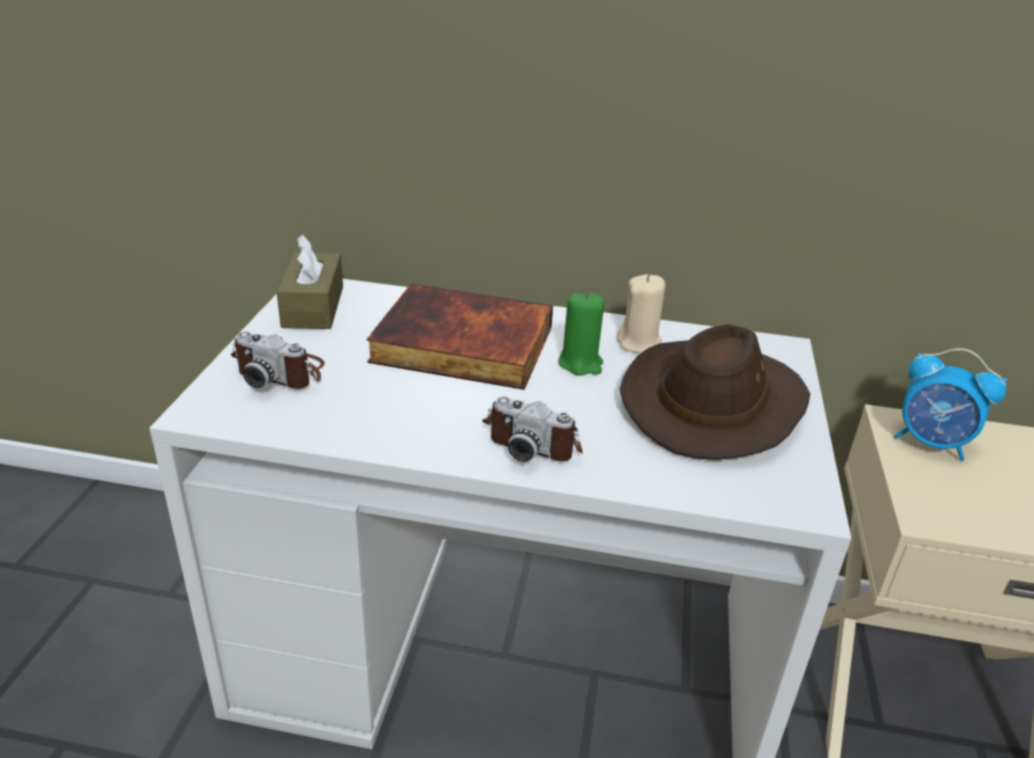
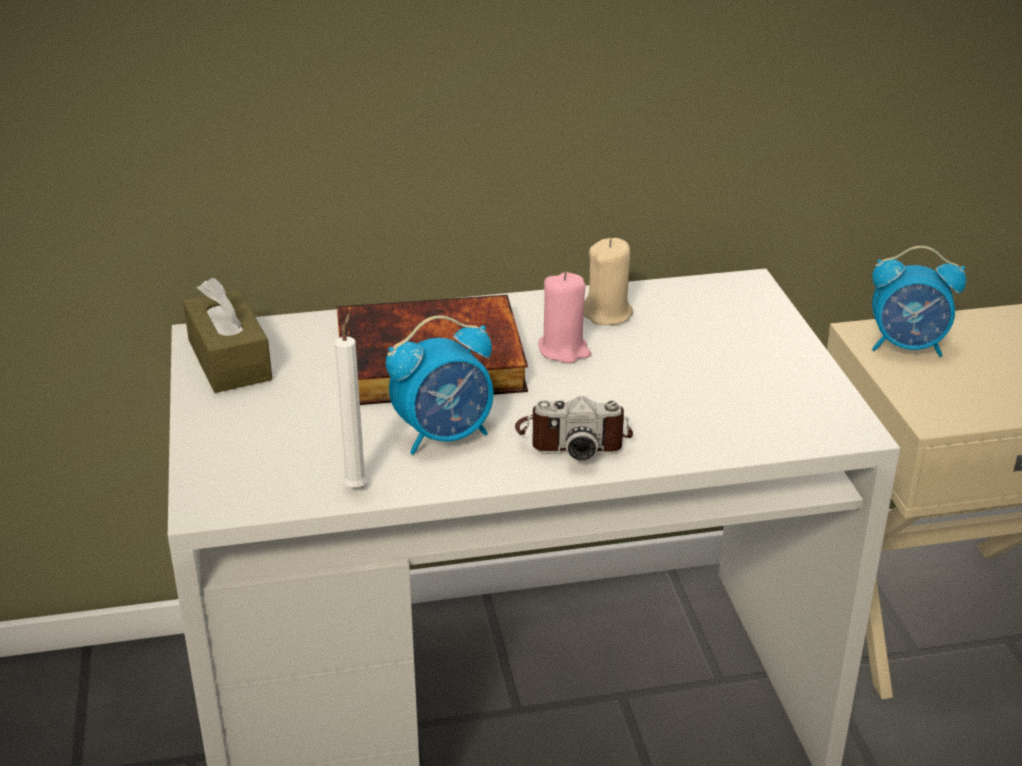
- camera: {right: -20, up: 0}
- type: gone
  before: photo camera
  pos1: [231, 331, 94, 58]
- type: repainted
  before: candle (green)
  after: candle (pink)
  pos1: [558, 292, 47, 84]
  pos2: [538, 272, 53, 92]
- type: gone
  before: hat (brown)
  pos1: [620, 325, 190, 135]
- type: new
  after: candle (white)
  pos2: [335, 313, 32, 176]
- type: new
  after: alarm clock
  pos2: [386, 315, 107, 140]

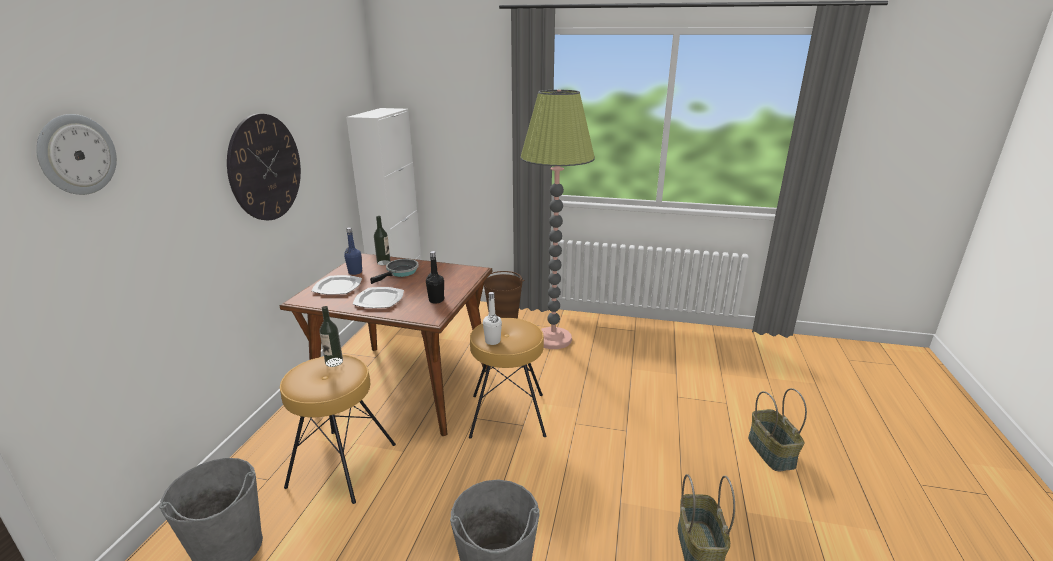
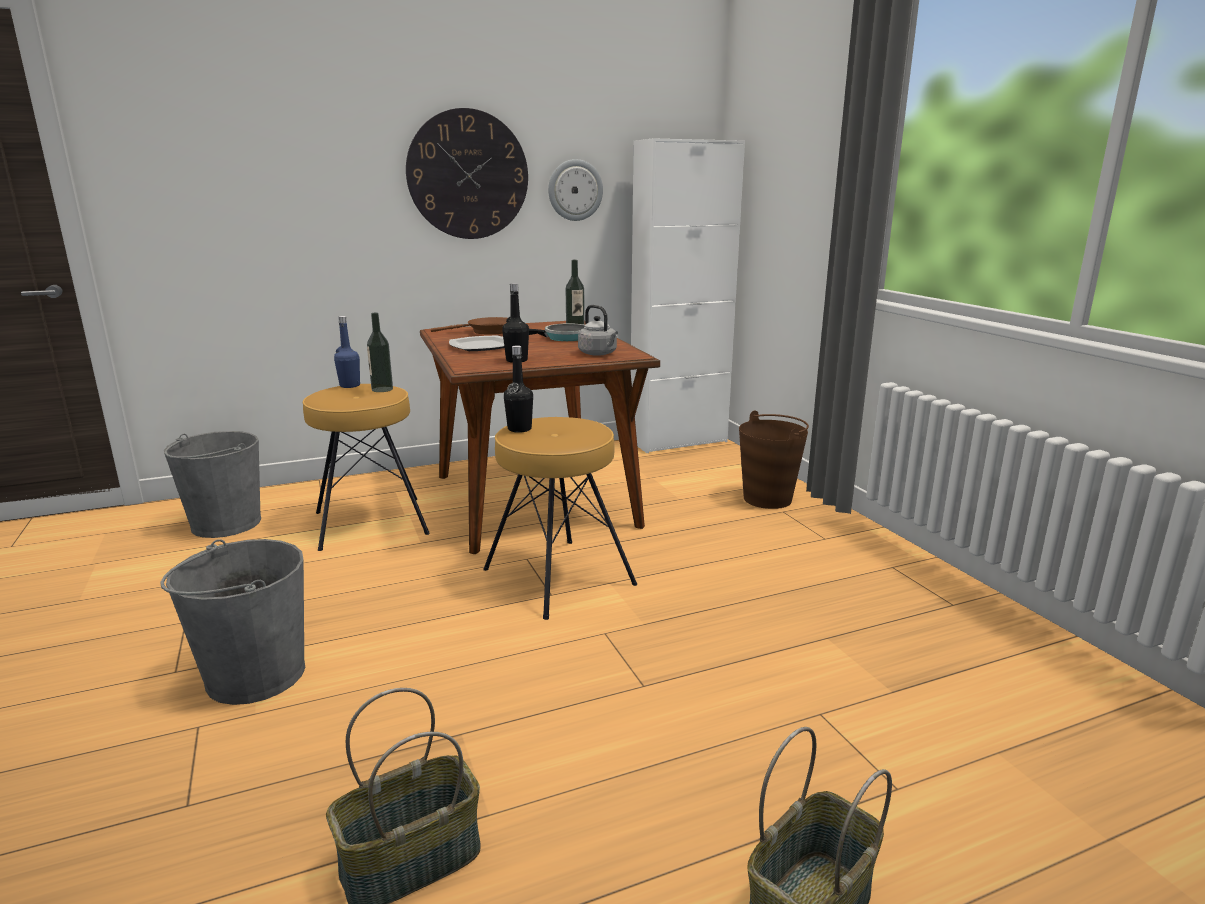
- camera: {right: 55, up: -5}
- type: shifted
  before: wall clock
  pos1: [36, 114, 81, 81]
  pos2: [548, 159, 55, 62]
- type: swapped
  before: plate
  after: frying pan (brown)
  pos1: [312, 275, 50, 20]
  pos2: [431, 317, 76, 18]
- type: shifted
  before: bottle (blue)
  pos1: [344, 227, 18, 48]
  pos2: [334, 316, 26, 72]
- type: repainted
  before: bottle (white)
  after: bottle (black)
  pos1: [483, 292, 19, 53]
  pos2: [504, 345, 29, 88]
- type: gone
  before: floor lamp
  pos1: [520, 90, 75, 259]
- type: new
  after: kettle (grey)
  pos2: [578, 305, 40, 51]

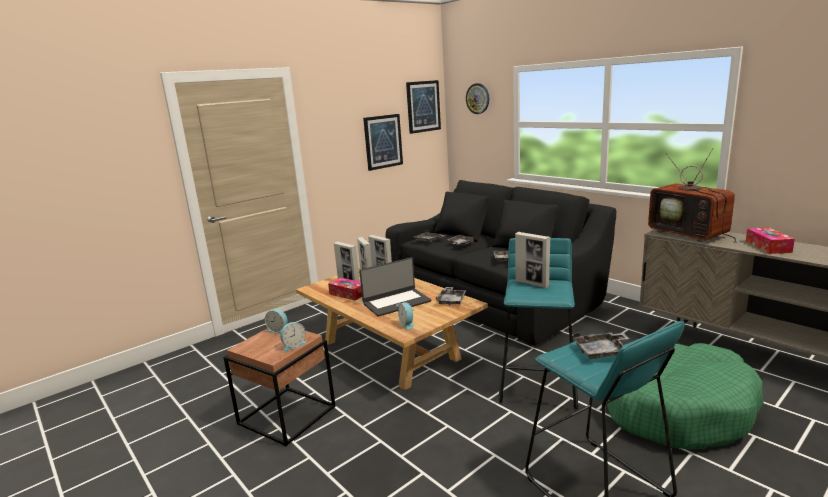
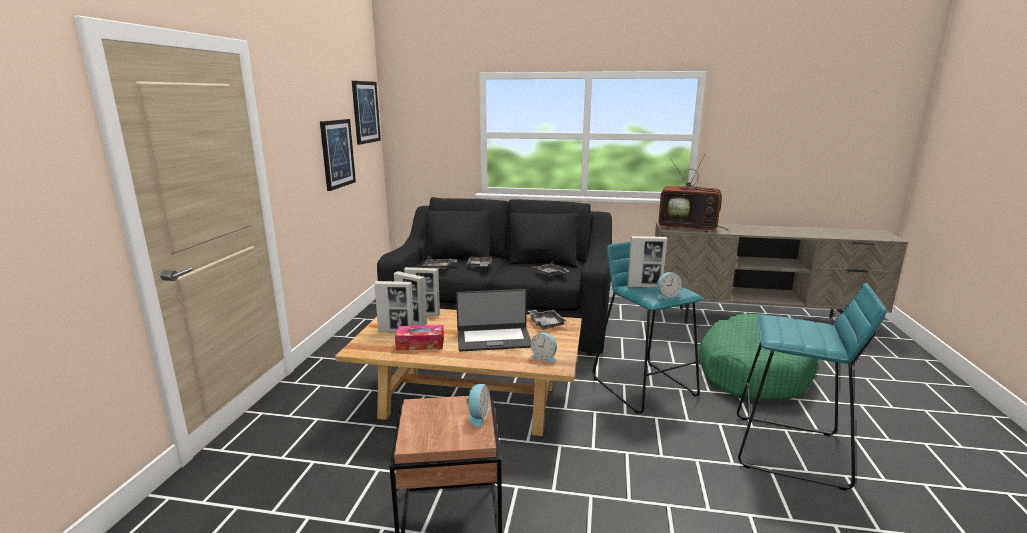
- camera: {right: -40, up: 0}
- type: shifted
  before: alarm clock
  pos1: [265, 309, 23, 25]
  pos2: [657, 272, 25, 27]
- type: rotated
  before: laptop
  pos1: [359, 257, 72, 60]
  pos2: [456, 289, 75, 63]
  turn: 60
- type: gone
  before: wall clock
  pos1: [466, 83, 23, 31]
- type: gone
  before: tray (grey)
  pos1: [573, 332, 56, 27]
- type: gone
  before: tissue box
  pos1: [746, 227, 49, 27]

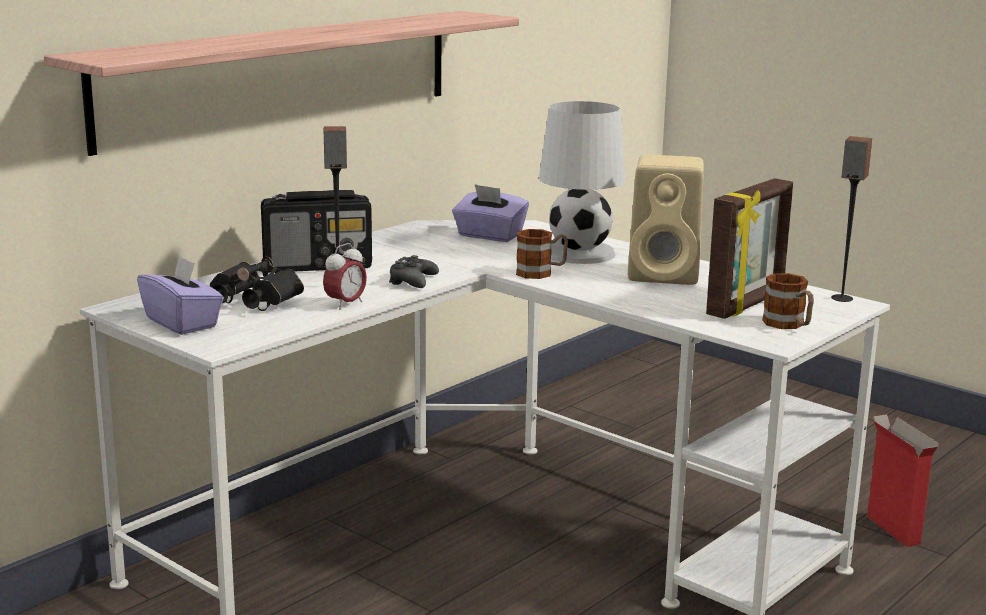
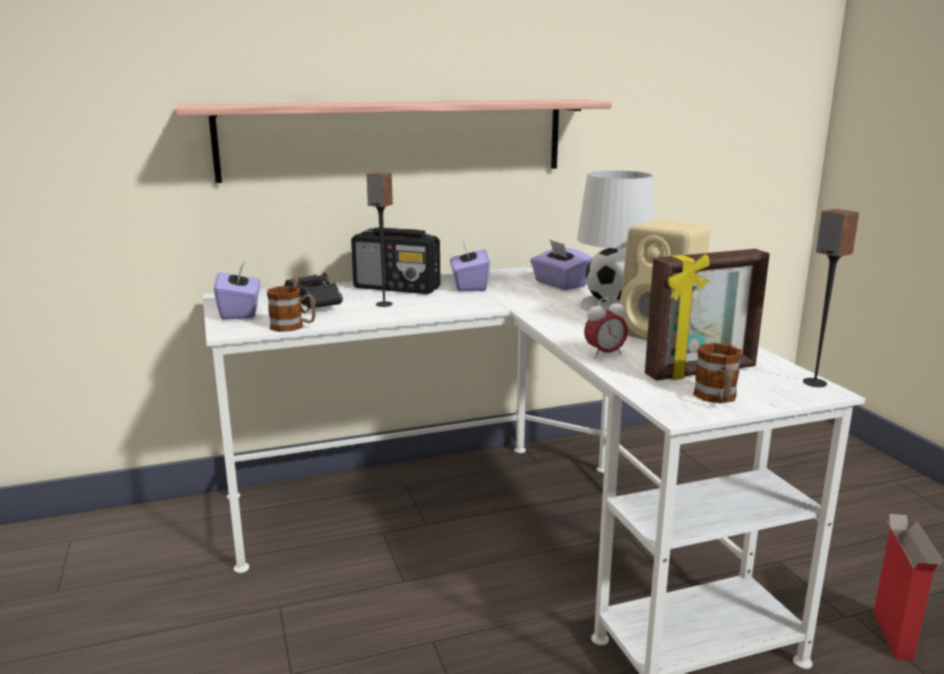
- camera: {right: 30, up: 0}
- type: shifted
  before: alarm clock
  pos1: [323, 243, 44, 67]
  pos2: [584, 297, 44, 62]
- type: gone
  before: game controller (black)
  pos1: [389, 255, 50, 33]
- type: shifted
  before: mug
  pos1: [516, 229, 52, 50]
  pos2: [267, 286, 49, 46]
- type: new
  after: tissue box (purple)
  pos2: [450, 240, 40, 51]

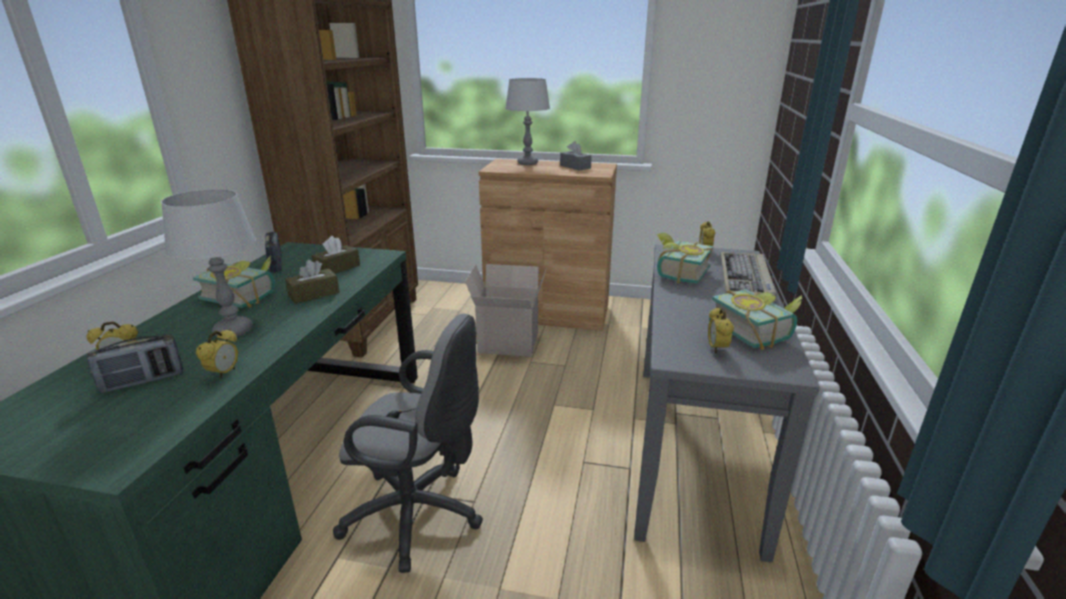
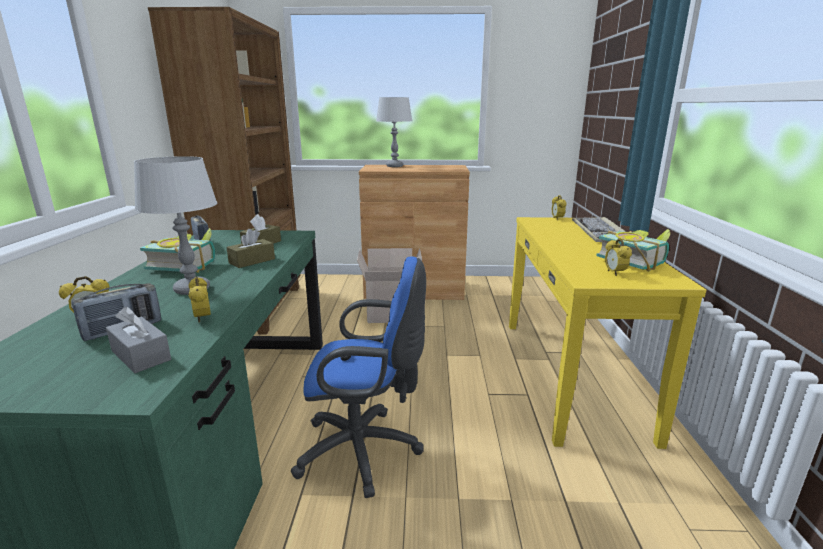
- camera: {right: -10, up: -5}
- type: rotated
  before: alarm clock
  pos1: [196, 329, 42, 50]
  pos2: [188, 276, 23, 47]
  turn: 150
- type: repainted
  before: office chair (grey)
  after: office chair (blue)
  pos1: [333, 314, 150, 259]
  pos2: [291, 256, 135, 242]
- type: shifted
  before: tissue box (grey)
  pos1: [560, 141, 32, 30]
  pos2: [106, 306, 65, 67]
- type: repainted
  before: console table (grey)
  after: console table (yellow)
  pos1: [634, 244, 186, 319]
  pos2: [509, 217, 197, 232]
- type: gone
  before: book
  pos1: [657, 233, 56, 51]

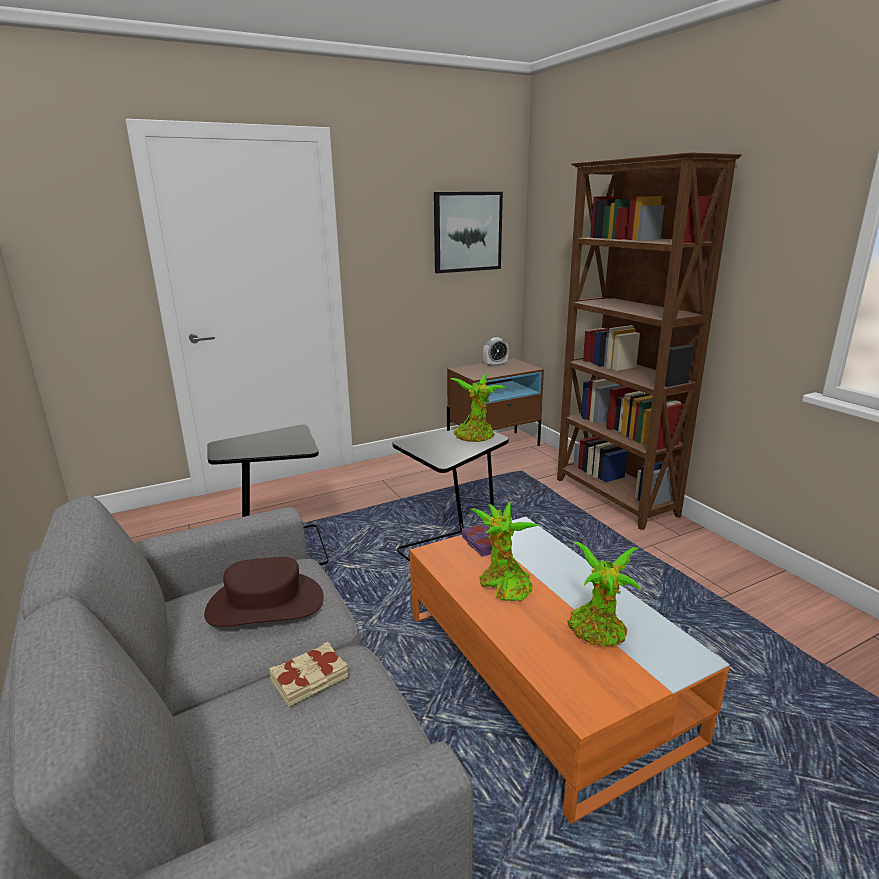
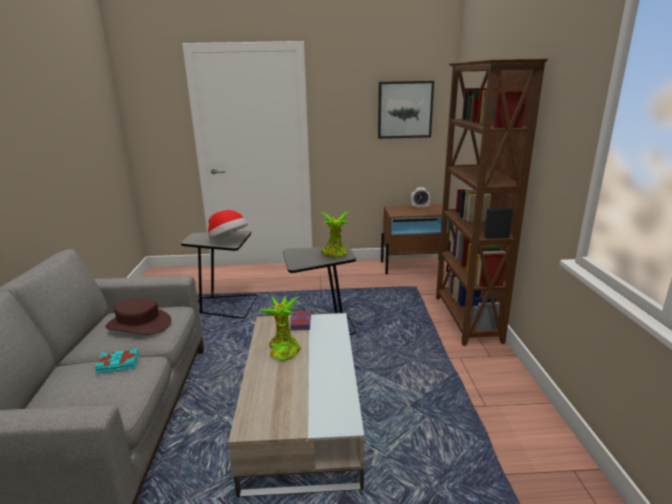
- camera: {right: 25, up: 0}
- type: repainted
  before: book (beige)
  after: book (turquoise)
  pos1: [269, 642, 79, 65]
  pos2: [94, 348, 45, 26]
- type: repainted
  before: coffee table (orange)
  after: coffee table (beige)
  pos1: [410, 517, 320, 307]
  pos2: [228, 313, 136, 184]
- type: gone
  before: potted plant
  pos1: [567, 542, 74, 104]
- type: new
  after: hat
  pos2: [208, 210, 40, 29]

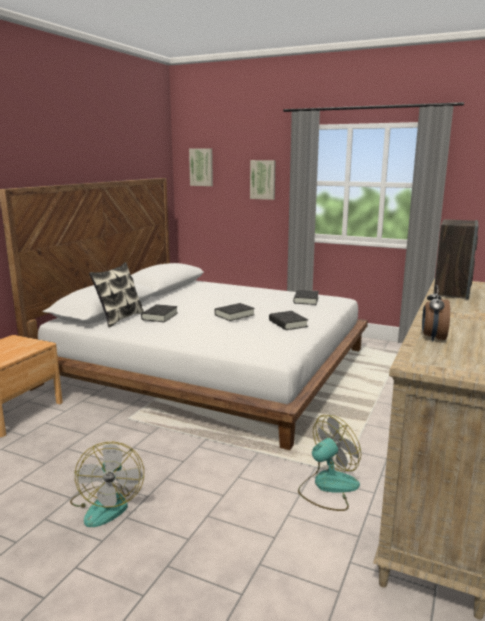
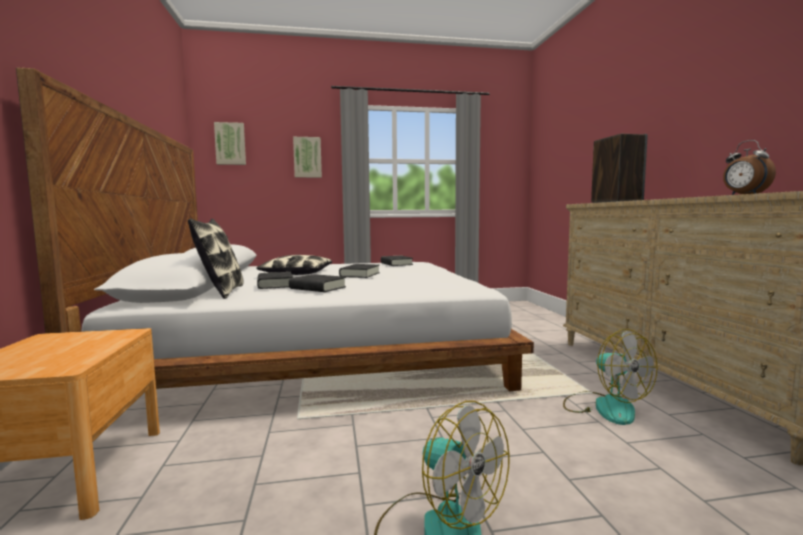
- camera: {right: -35, up: -10}
- type: shifted
  before: book (black)
  pos1: [269, 311, 39, 19]
  pos2: [289, 274, 57, 18]
- type: rotated
  before: fan
  pos1: [298, 415, 63, 96]
  pos2: [563, 329, 95, 96]
  turn: 135
- type: new
  after: pillow
  pos2: [257, 255, 75, 20]

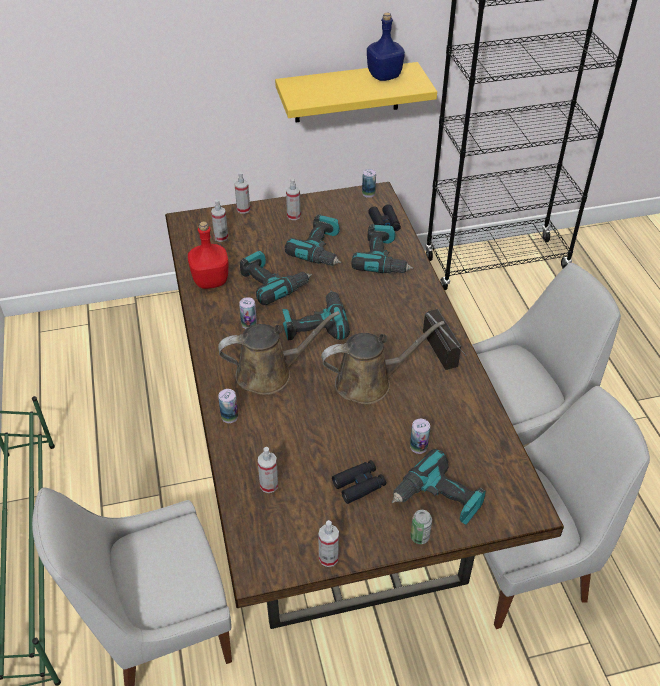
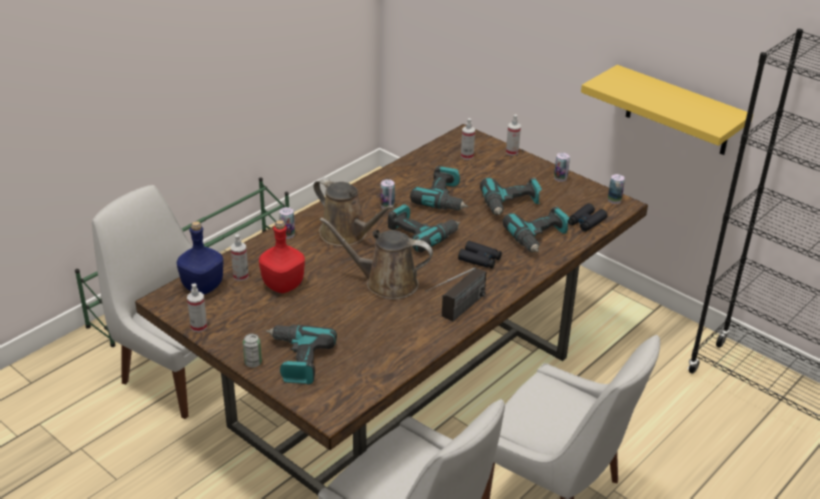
- camera: {right: 55, up: -10}
- type: shifted
  before: bottle (red)
  pos1: [188, 222, 40, 67]
  pos2: [259, 220, 46, 73]
- type: gone
  before: spray bottle
  pos1: [286, 179, 15, 41]
- type: rotated
  before: watering can (brown)
  pos1: [321, 321, 124, 83]
  pos2: [320, 218, 113, 81]
  turn: 150
- type: shifted
  before: binoculars (black)
  pos1: [332, 460, 54, 44]
  pos2: [458, 241, 44, 28]
- type: shifted
  before: bottle (blue)
  pos1: [367, 13, 38, 68]
  pos2: [177, 221, 46, 73]
- type: shifted
  before: can
  pos1: [410, 419, 20, 35]
  pos2: [554, 153, 16, 29]

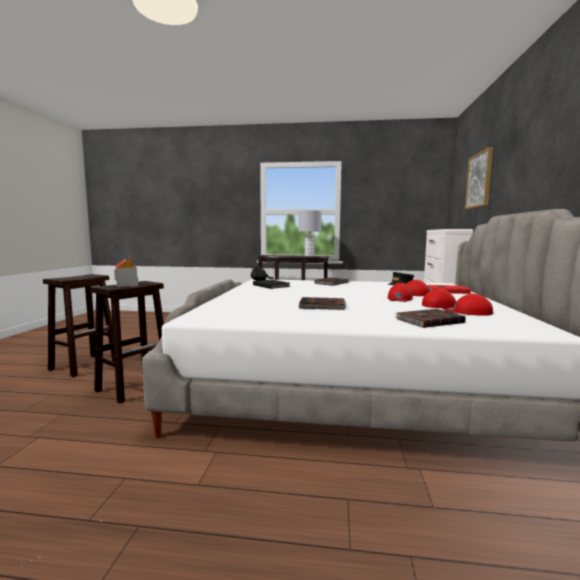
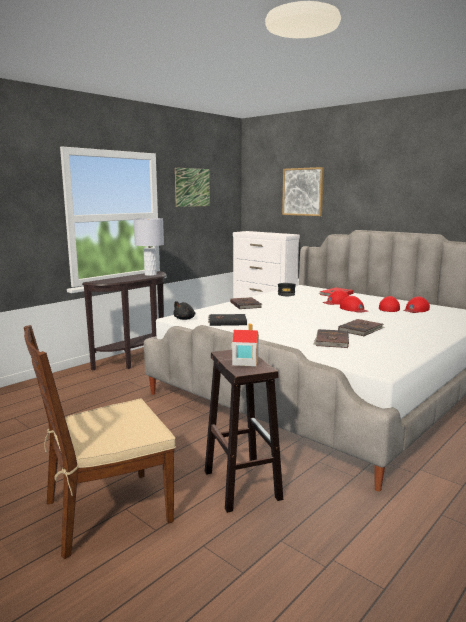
- camera: {right: -55, up: 5}
- type: swapped
  before: stool (brown)
  after: chair (brown)
  pos1: [43, 274, 72, 103]
  pos2: [24, 325, 152, 234]
- type: shifted
  before: book (brown)
  pos1: [394, 309, 72, 19]
  pos2: [314, 329, 35, 19]
- type: new
  after: picture
  pos2: [175, 167, 35, 40]

